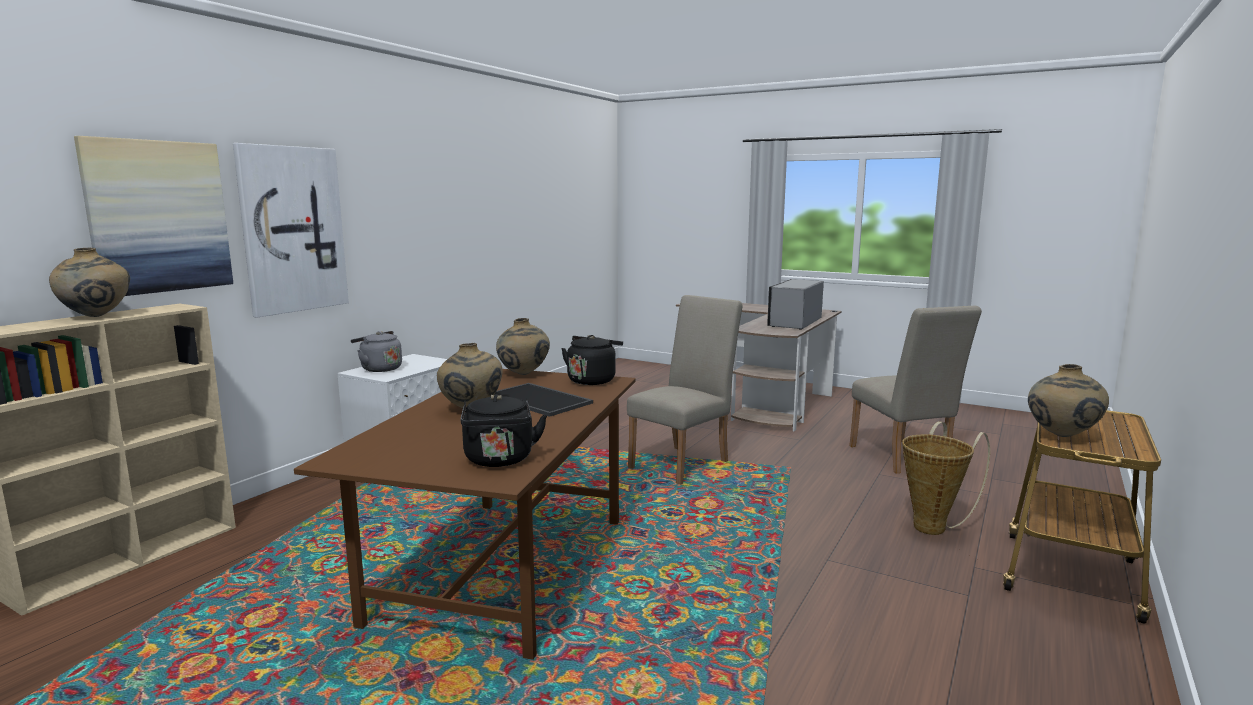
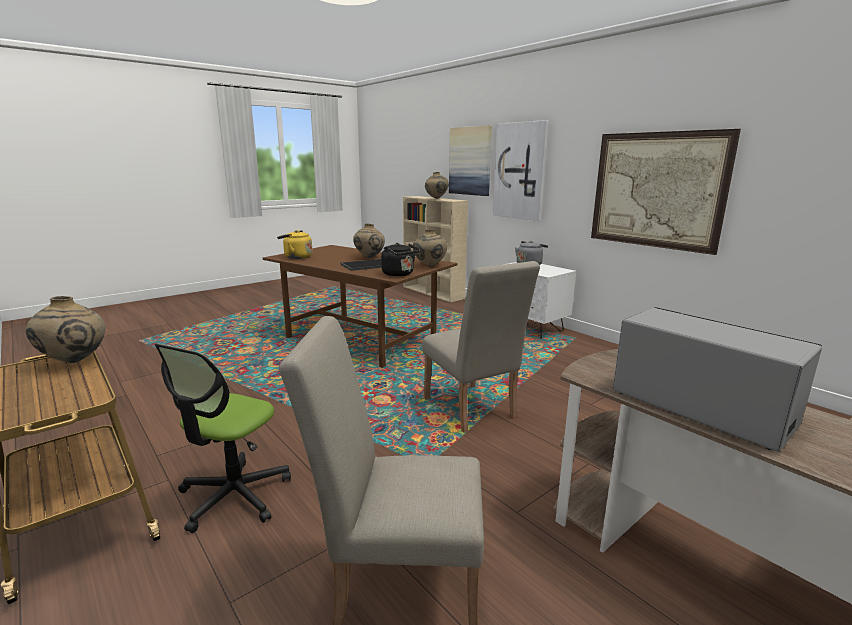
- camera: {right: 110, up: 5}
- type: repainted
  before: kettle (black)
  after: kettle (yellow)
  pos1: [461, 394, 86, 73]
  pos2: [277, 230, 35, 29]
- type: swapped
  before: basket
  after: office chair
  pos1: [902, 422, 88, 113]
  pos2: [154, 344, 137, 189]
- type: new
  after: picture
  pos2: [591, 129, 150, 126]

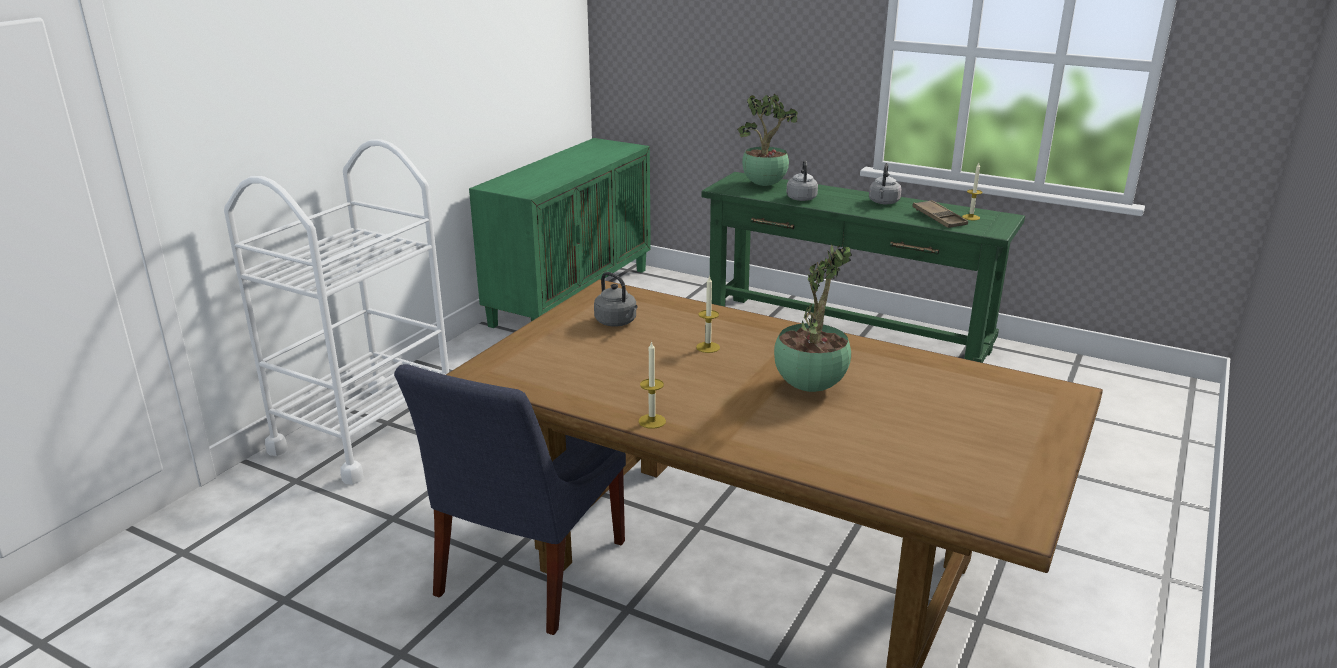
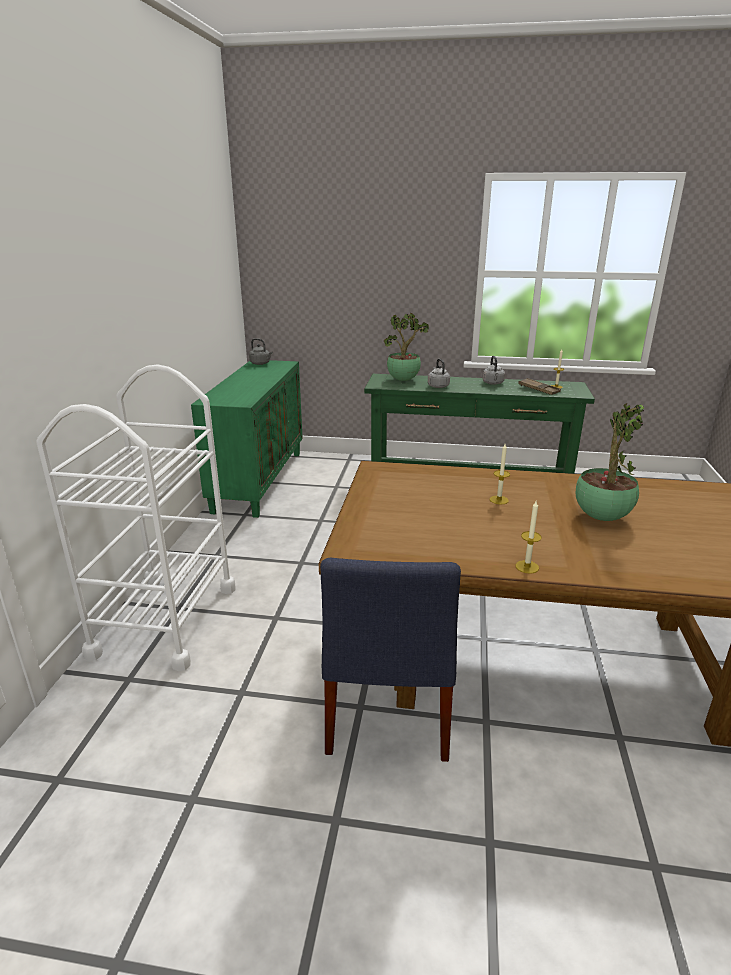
- camera: {right: -20, up: 0}
- type: shifted
  before: kettle (grey)
  pos1: [594, 272, 43, 54]
  pos2: [249, 338, 23, 27]

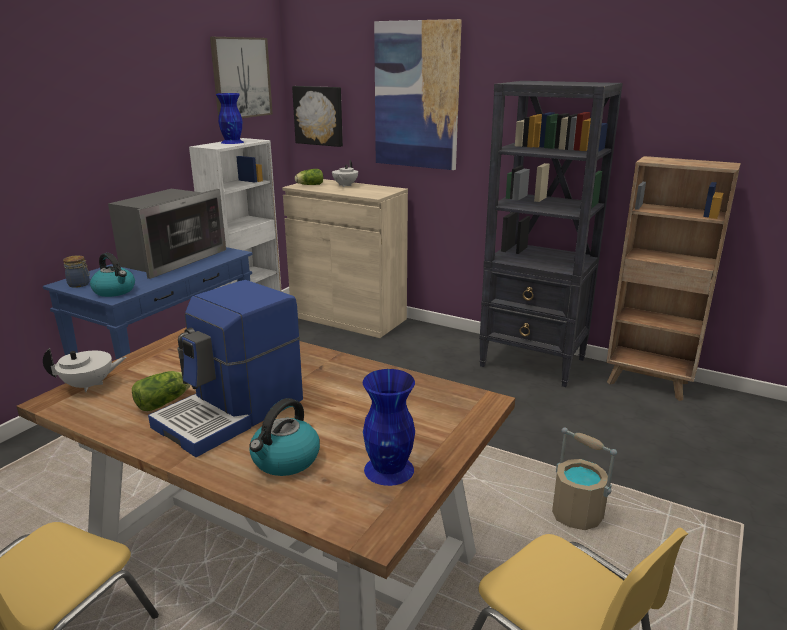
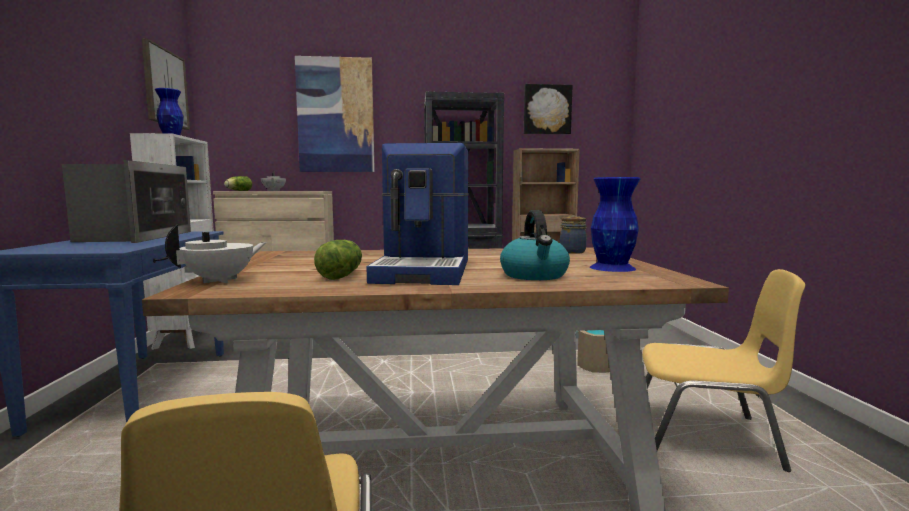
- camera: {right: -35, up: -15}
- type: shifted
  before: jar
  pos1: [63, 256, 27, 32]
  pos2: [560, 216, 27, 38]
- type: gone
  before: kettle
  pos1: [90, 253, 45, 44]
- type: shifted
  before: picture
  pos1: [292, 86, 51, 61]
  pos2: [524, 84, 49, 50]

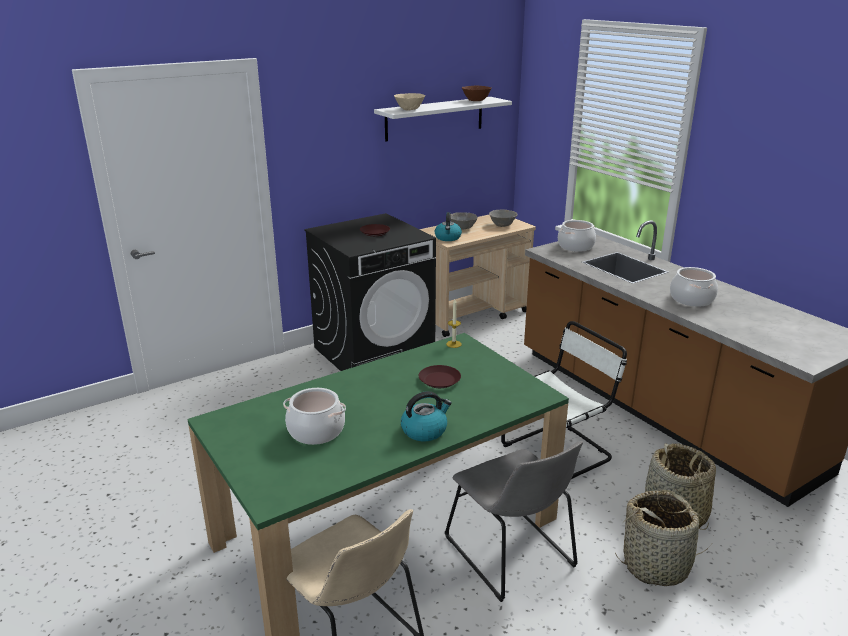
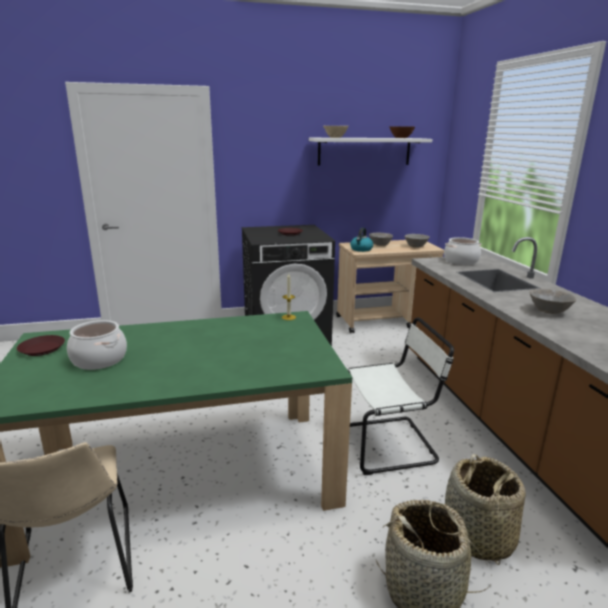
- camera: {right: 20, up: -5}
- type: gone
  before: kettle
  pos1: [401, 391, 51, 50]
- type: shifted
  before: plate (brown)
  pos1: [419, 365, 42, 23]
  pos2: [17, 335, 48, 21]
- type: gone
  before: chair (grey)
  pos1: [445, 441, 138, 161]
- type: swapped
  before: cooking pot
  after: bowl (grey)
  pos1: [670, 267, 48, 39]
  pos2: [530, 289, 46, 25]

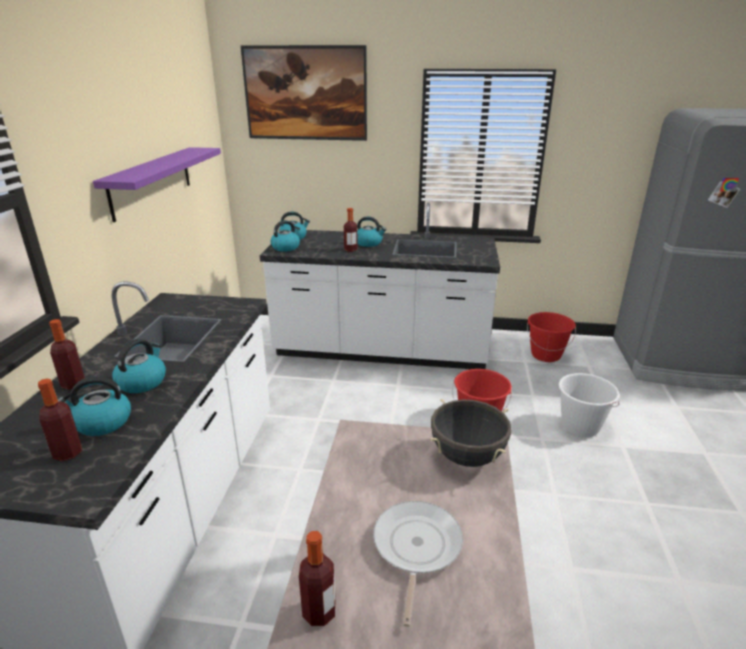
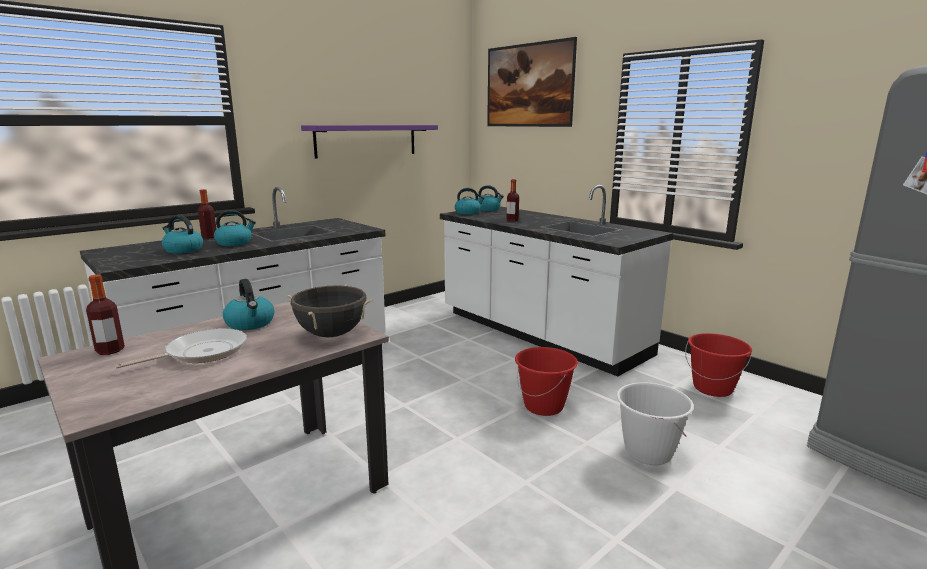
- camera: {right: 40, up: -10}
- type: gone
  before: bottle
  pos1: [38, 378, 44, 83]
- type: shifted
  before: kettle
  pos1: [357, 216, 29, 31]
  pos2: [223, 279, 51, 51]

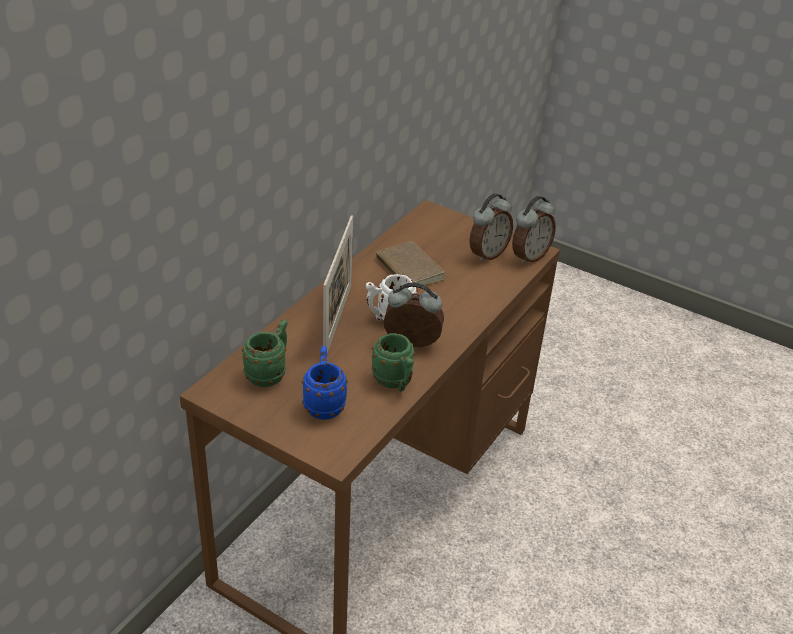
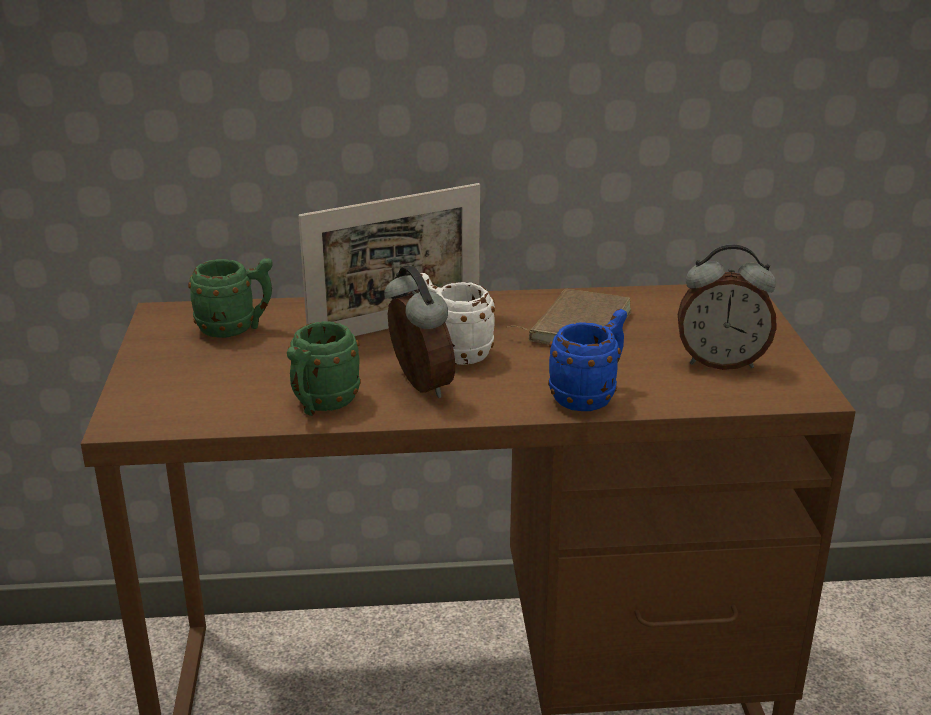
- camera: {right: 55, up: -10}
- type: shifted
  before: mug (blue)
  pos1: [302, 346, 46, 74]
  pos2: [548, 309, 79, 102]
- type: gone
  before: alarm clock
  pos1: [512, 196, 44, 69]

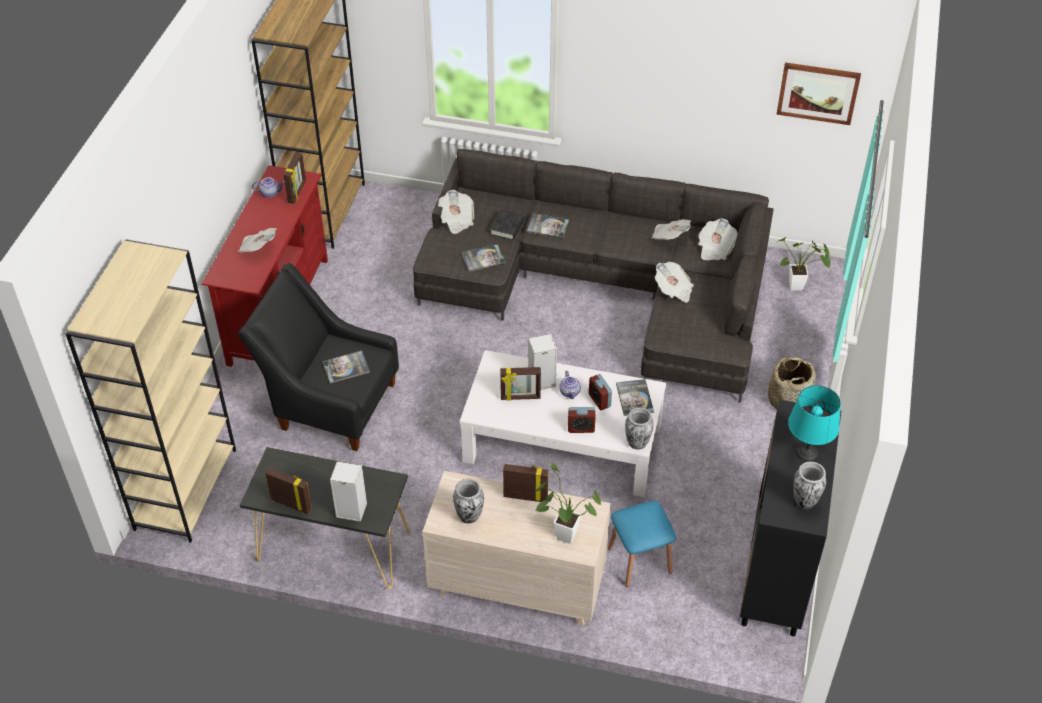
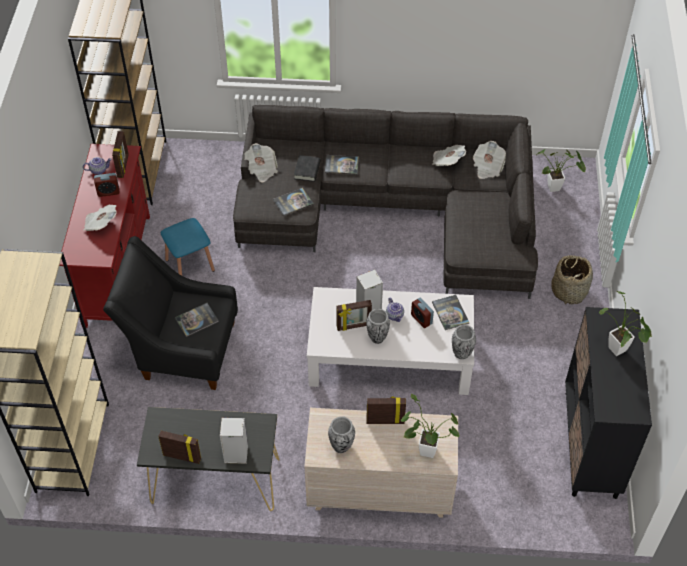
- camera: {right: -10, up: 5}
- type: shifted
  before: alarm clock
  pos1: [568, 407, 28, 26]
  pos2: [94, 173, 25, 24]
- type: shifted
  before: stool (blue)
  pos1: [608, 501, 68, 86]
  pos2: [161, 218, 54, 58]
- type: gone
  before: newspaper
  pos1: [655, 262, 39, 41]
- type: gone
  before: picture
  pos1: [776, 63, 85, 62]
- type: swapped
  before: table lamp (turquoise)
  after: potted plant
  pos1: [788, 385, 53, 77]
  pos2: [599, 291, 53, 65]
- type: shifted
  before: vase
  pos1: [793, 462, 33, 48]
  pos2: [366, 309, 24, 35]

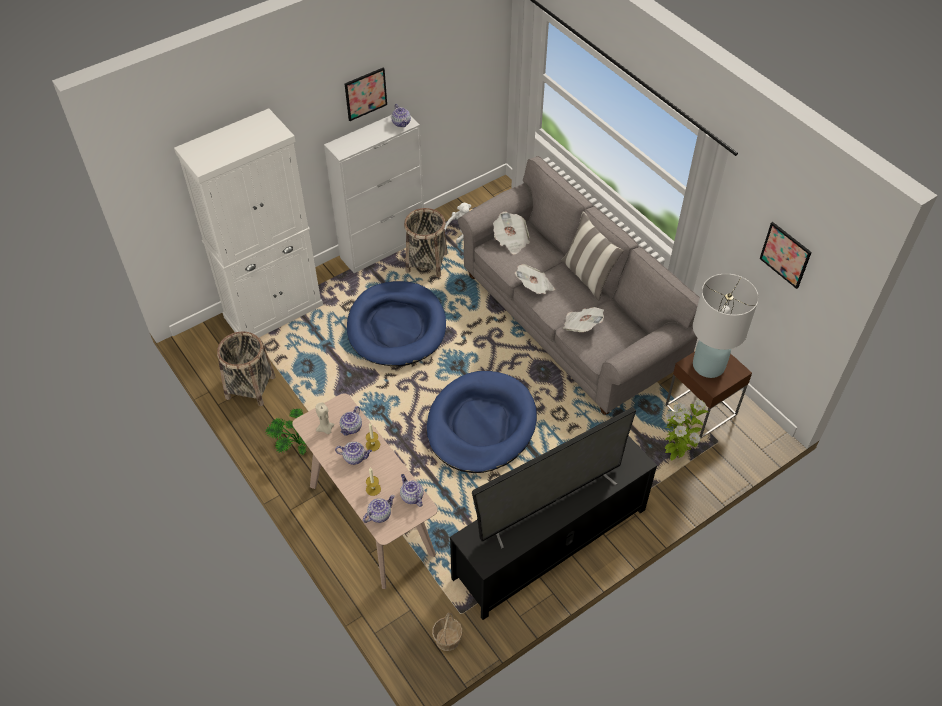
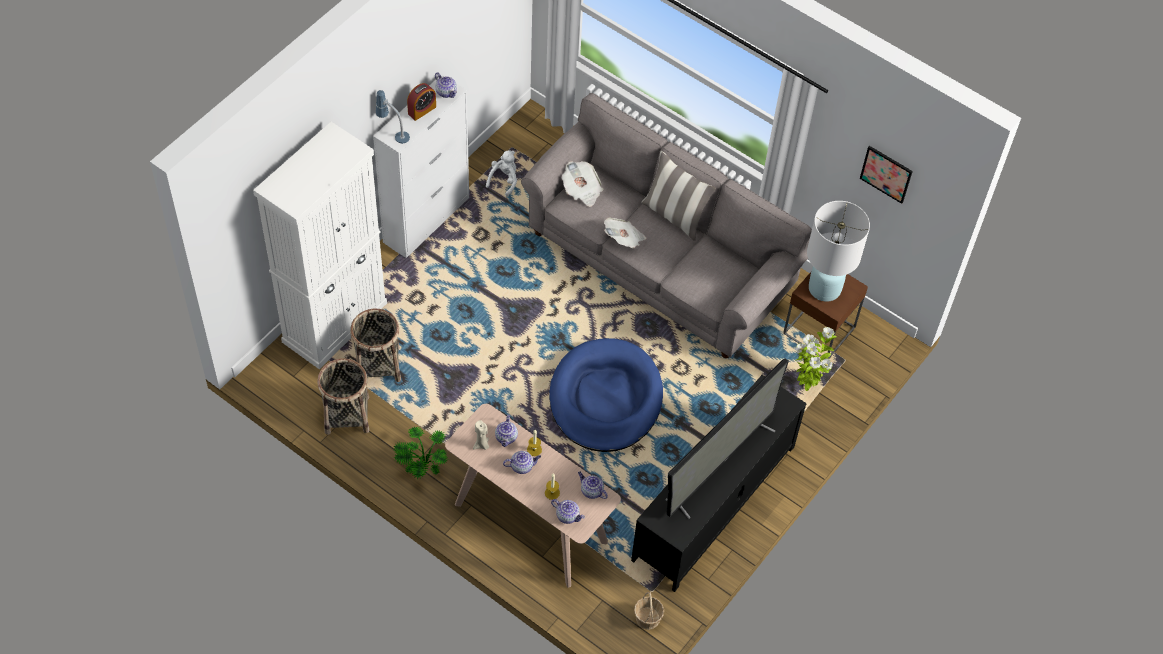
- camera: {right: -20, up: 5}
- type: gone
  before: picture
  pos1: [345, 67, 42, 54]
- type: gone
  before: dog bed (blue)
  pos1: [347, 281, 99, 86]
- type: rotated
  before: teapot
  pos1: [363, 495, 32, 28]
  pos2: [551, 499, 34, 25]
  turn: 90
- type: shifted
  before: basket
  pos1: [404, 208, 44, 69]
  pos2: [350, 308, 51, 74]
- type: gone
  before: newspaper
  pos1: [563, 307, 41, 25]
- type: new
  after: table lamp
  pos2: [376, 90, 34, 54]
- type: new
  after: alarm clock
  pos2: [407, 83, 29, 38]

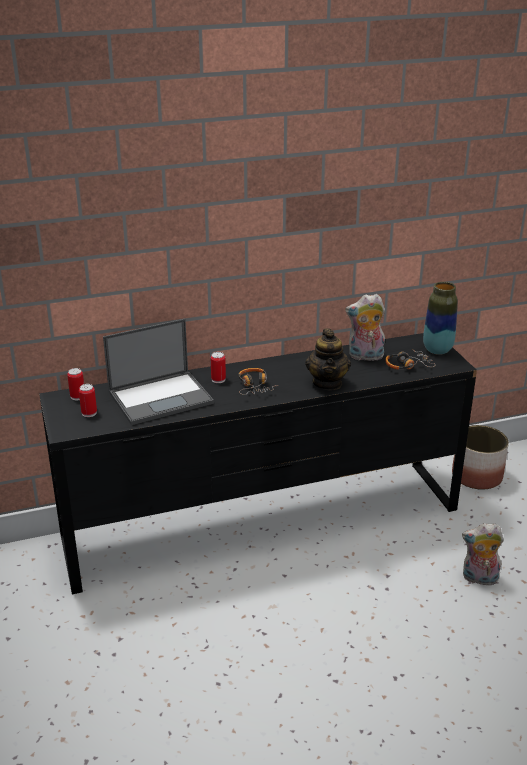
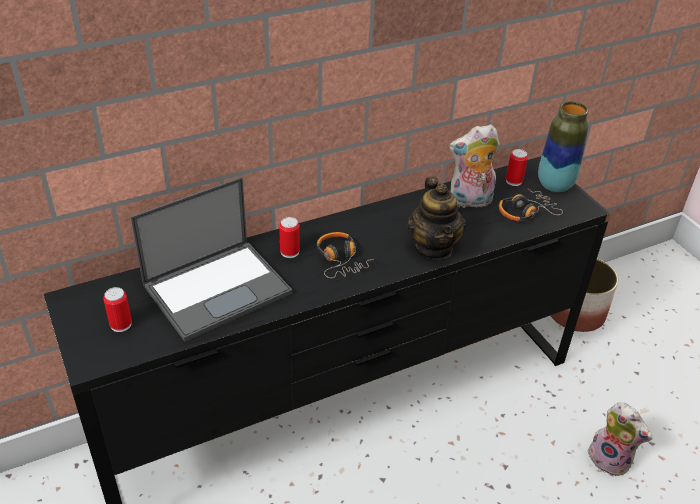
- camera: {right: -10, up: 10}
- type: shifted
  before: can
  pos1: [67, 368, 17, 33]
  pos2: [506, 149, 22, 37]
- type: rotated
  before: plush toy
  pos1: [462, 523, 42, 65]
  pos2: [588, 402, 65, 75]
  turn: -135

